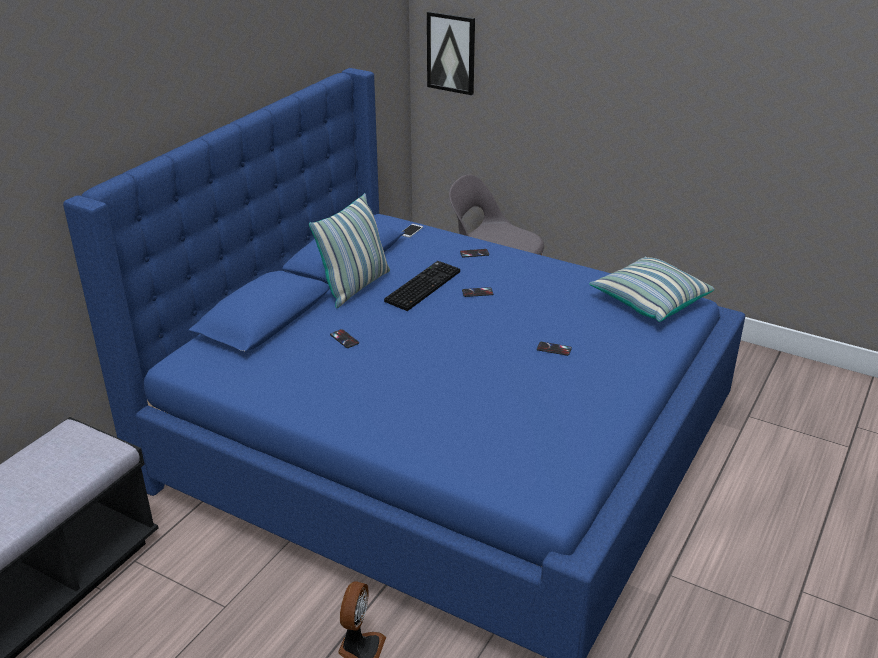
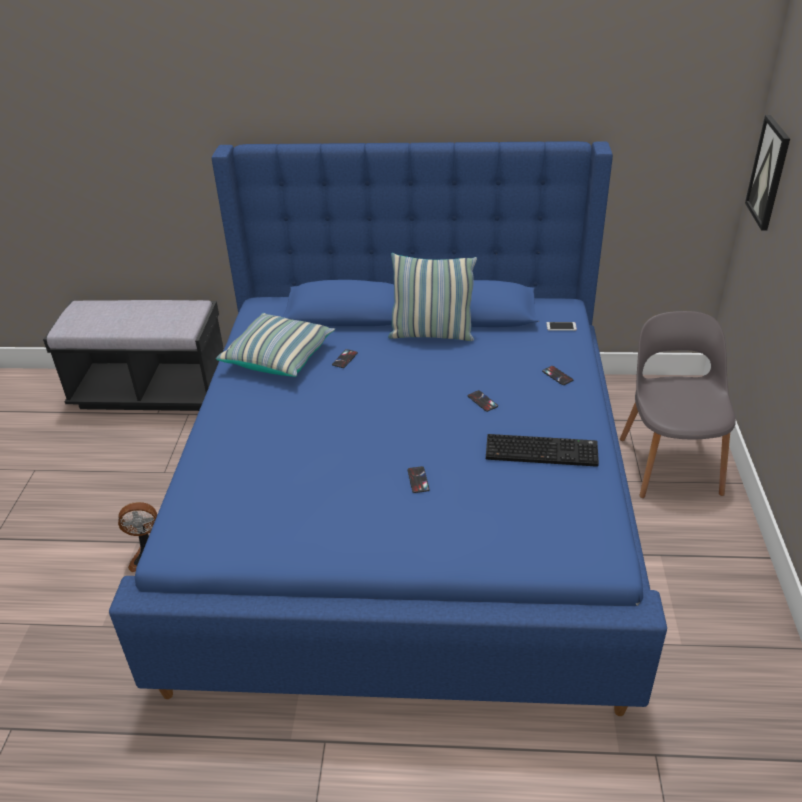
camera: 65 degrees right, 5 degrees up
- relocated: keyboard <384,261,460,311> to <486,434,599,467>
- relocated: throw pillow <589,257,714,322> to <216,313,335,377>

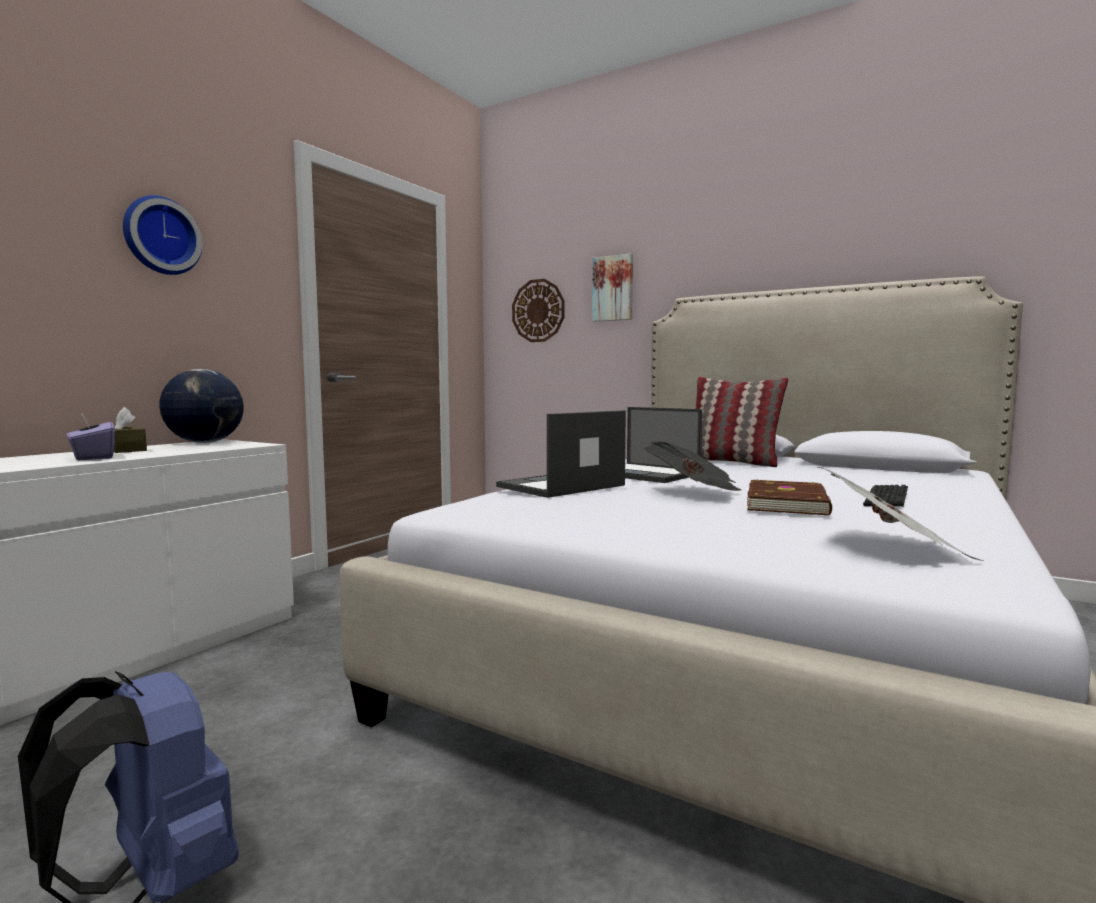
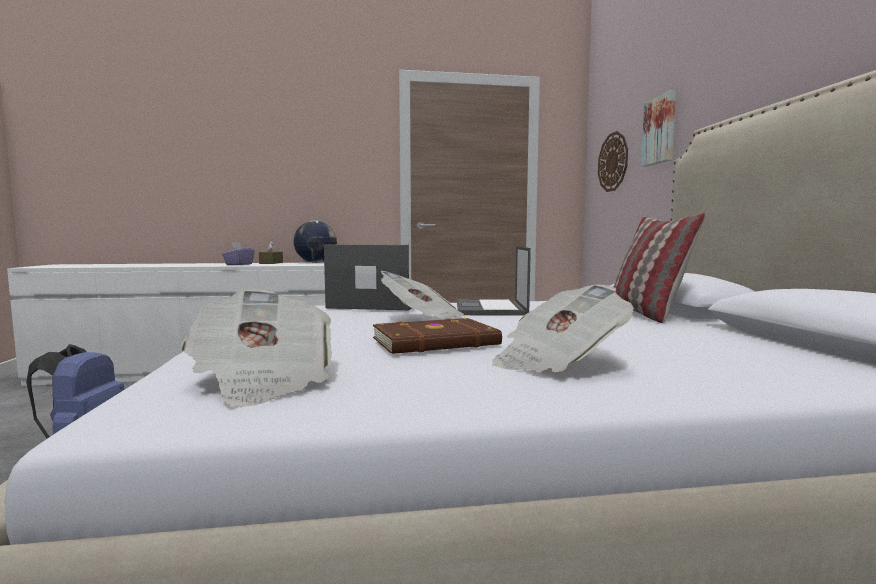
camera: 50 degrees right, 0 degrees up
- missing: clock on the wall <123,195,202,275>
- exchanged: keyboard <863,485,908,507> to daily paper <492,284,633,372>

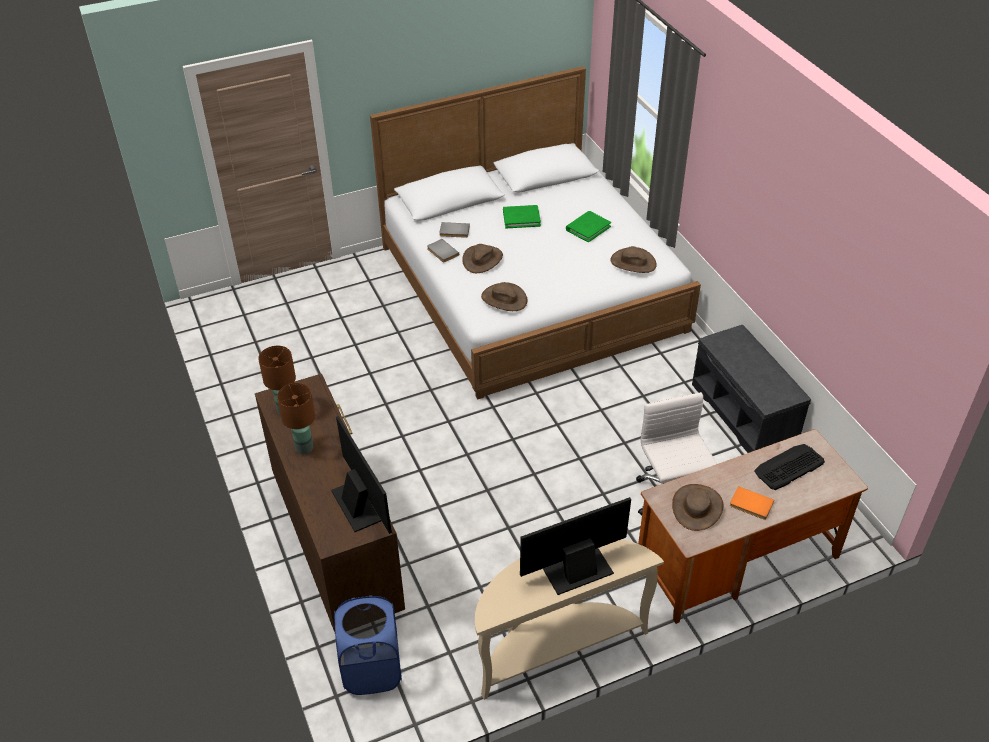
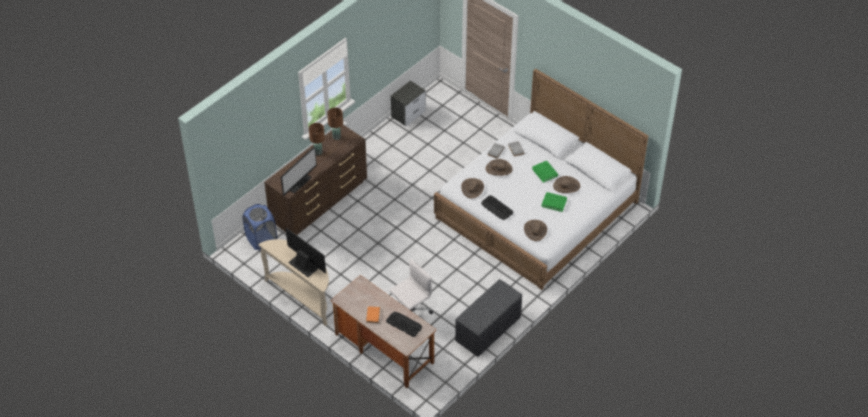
camera: 65 degrees right, 5 degrees up
- appeared: night table <391,81,426,126>
- appeared: keyboard <481,195,513,220>
- relocated: brown-coloured wearable hat <672,484,724,531> to <553,176,580,193>

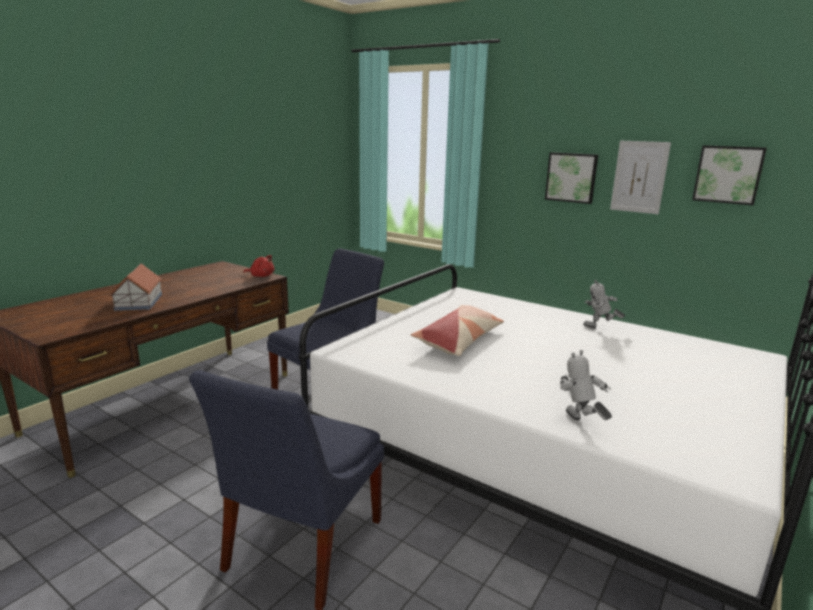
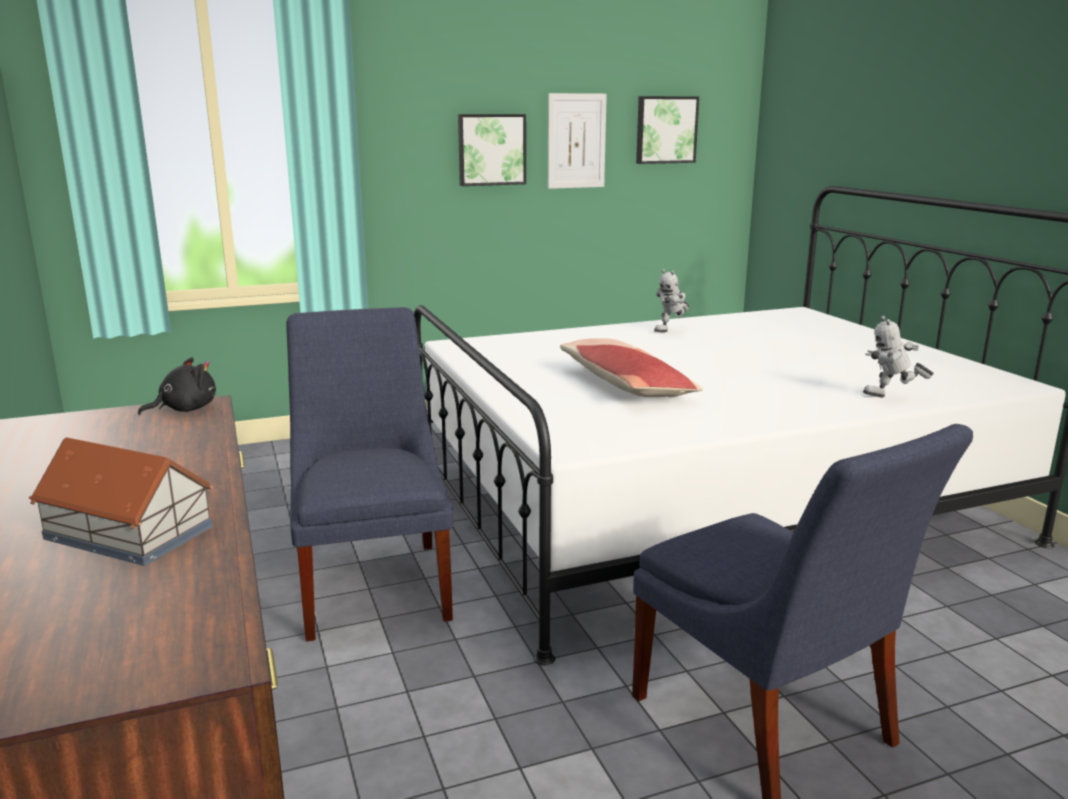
camera: 55 degrees left, 0 degrees up
- colour: reddish cuddly toy <244,255,275,277> to black-coloured cuddly toy <138,357,216,415>

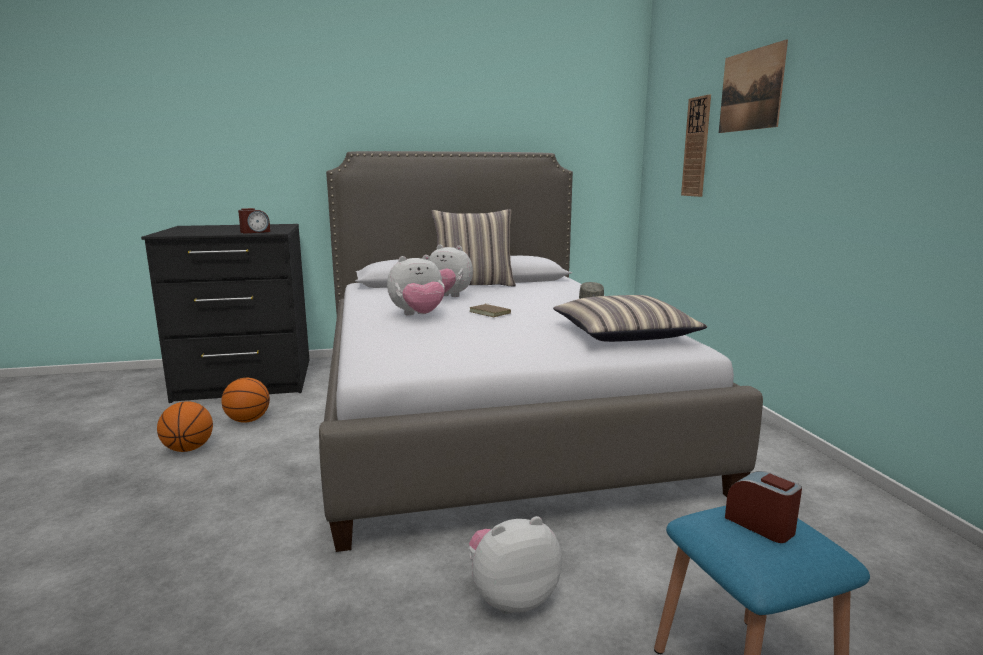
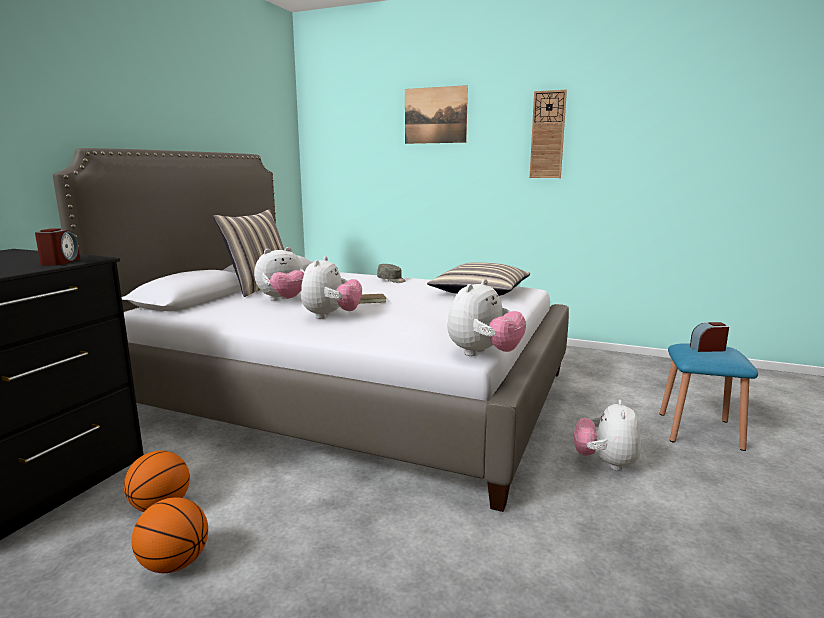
camera: 55 degrees left, 0 degrees up
- appeared: cuddly toy <448,279,526,356>
- relocated: clock on the wall <681,94,711,197> to <530,90,567,178>

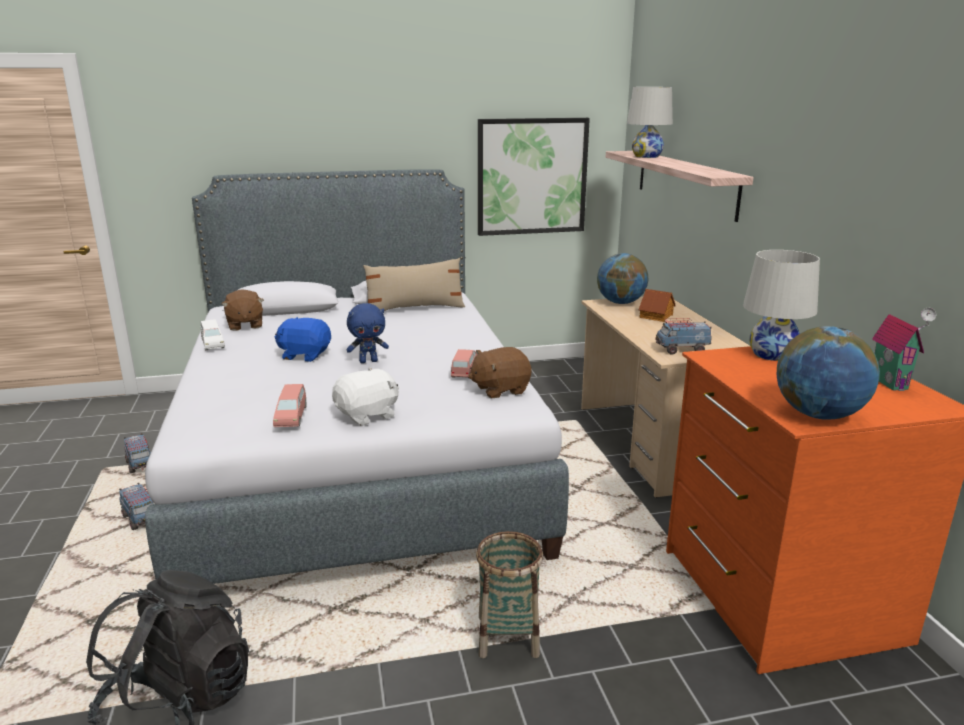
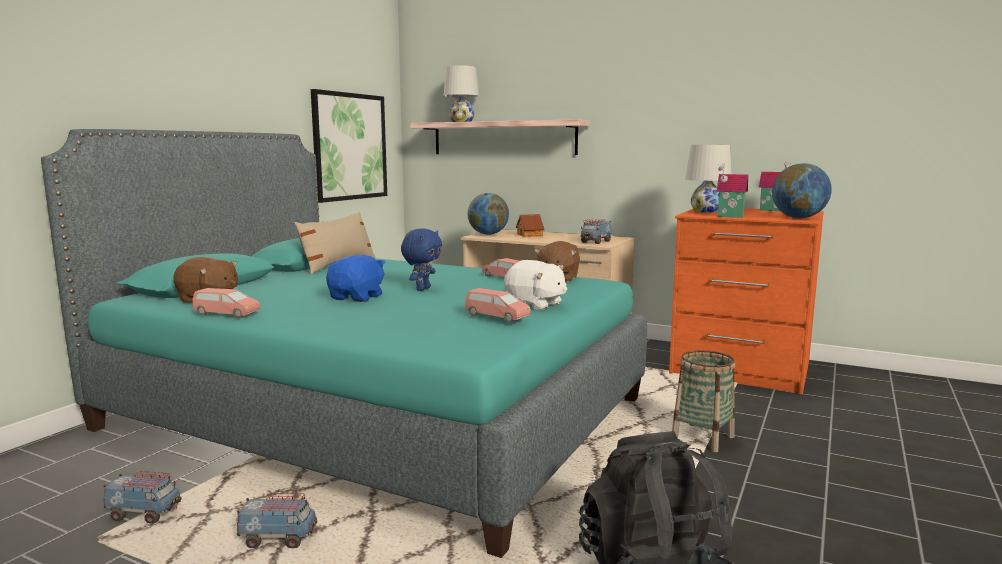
camera: 50 degrees left, 10 degrees down
- appeared: model house <717,163,748,218>
- colour: greyish bedroom bed <145,169,569,584> to turquoise bedroom bed <41,129,647,558>
- colour: whitish toy car <201,319,225,350> to pinkish toy car <193,288,261,318>
- spun: blue-coloured cuddly toy <275,317,331,362> = <326,255,386,302> 150 degrees clockwise
- spun: whitish cuddly toy <332,367,399,426> = <504,260,567,310> 120 degrees clockwise

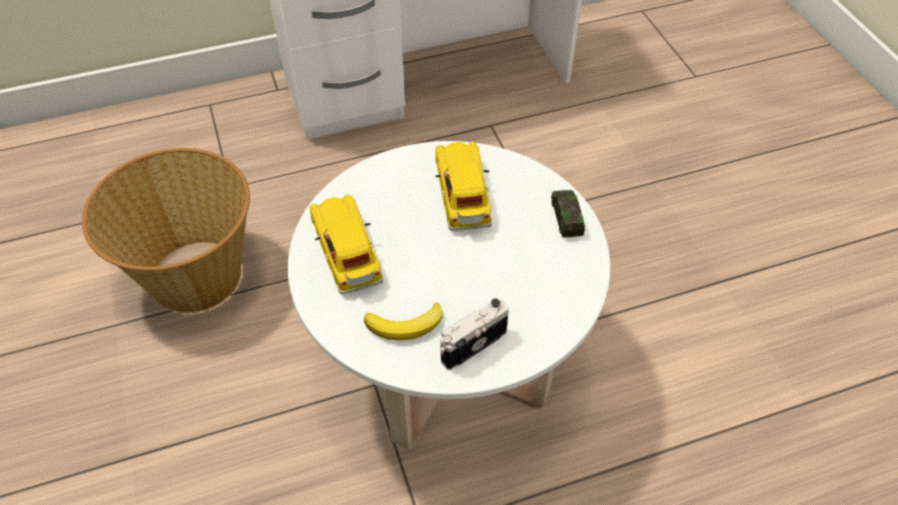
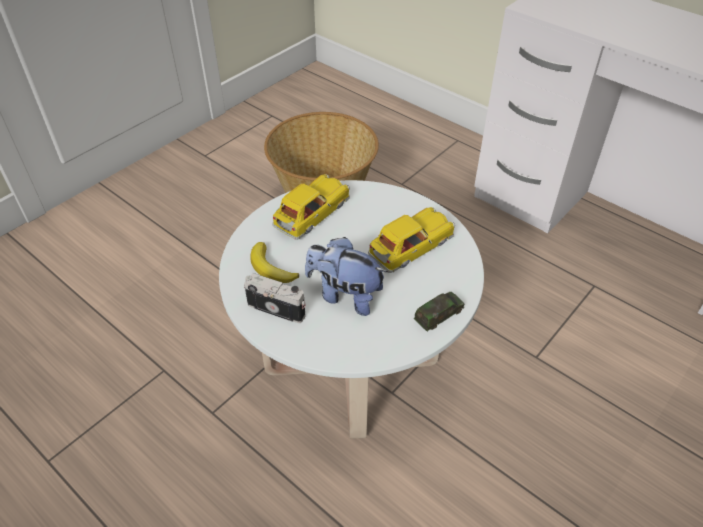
camera: 60 degrees right, 5 degrees down
- appeared: cuddly toy <305,237,387,316>

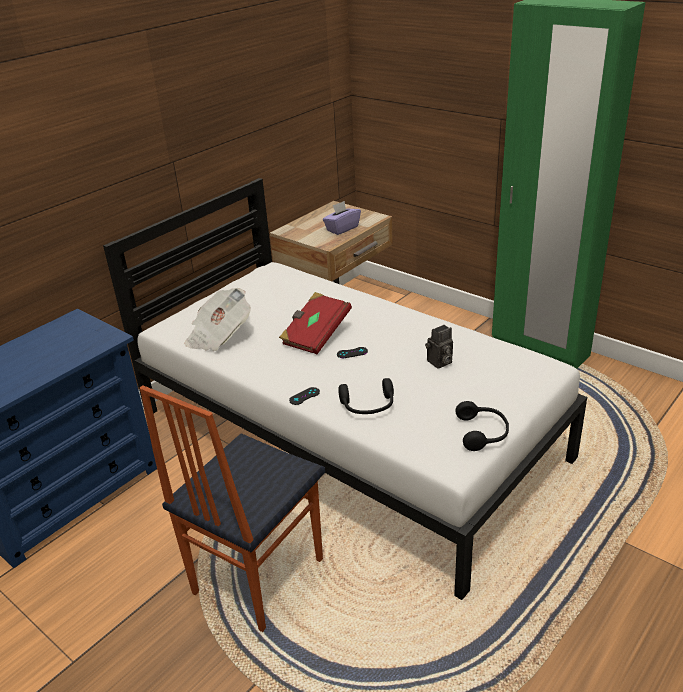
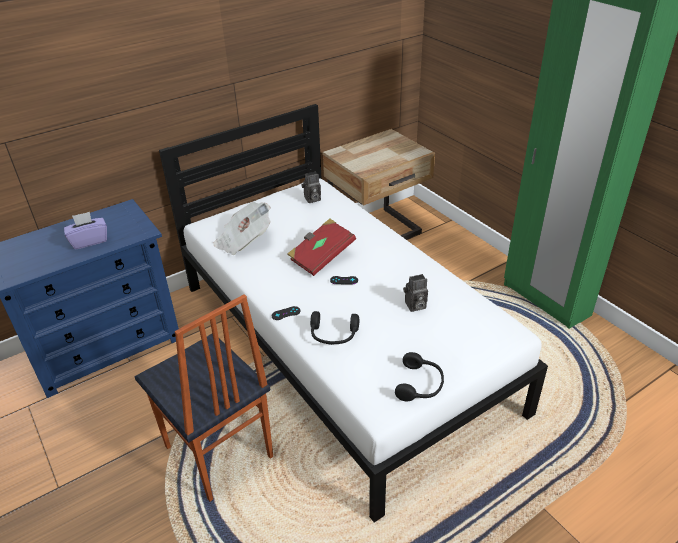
camera: 15 degrees right, 5 degrees up
- appeared: still camera <301,172,321,203>
- relocated: purple-coloured tissue box <323,201,361,235> to <64,212,107,250>
- spun: chair <140,385,325,632> = <135,294,273,501> 90 degrees counterclockwise

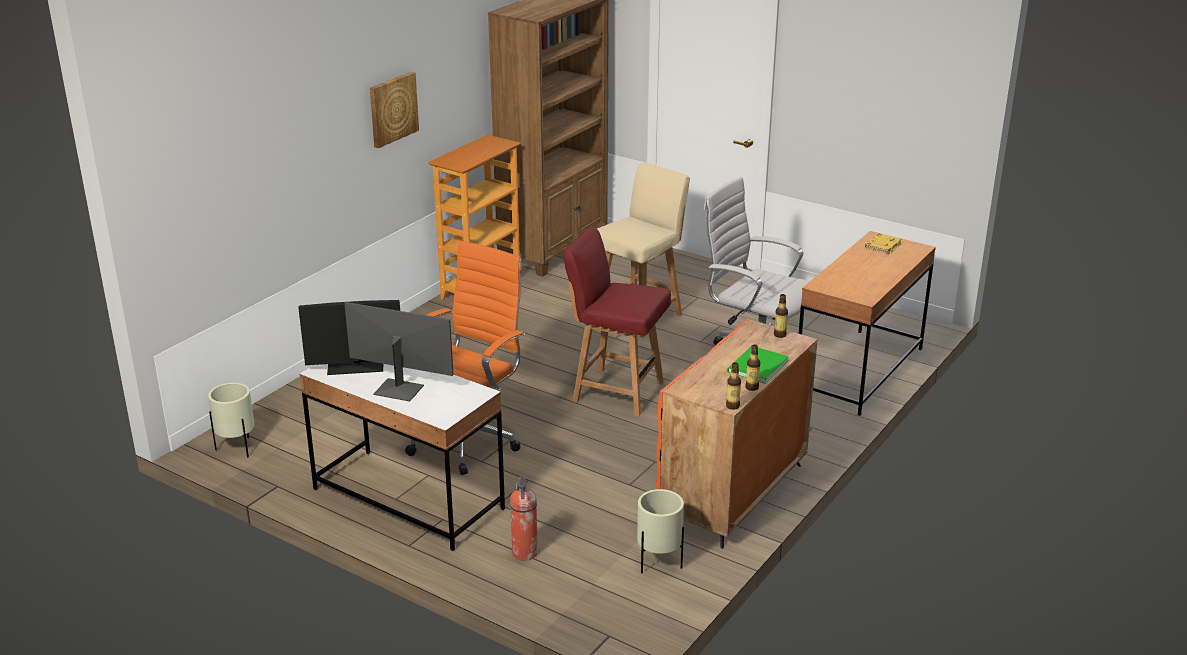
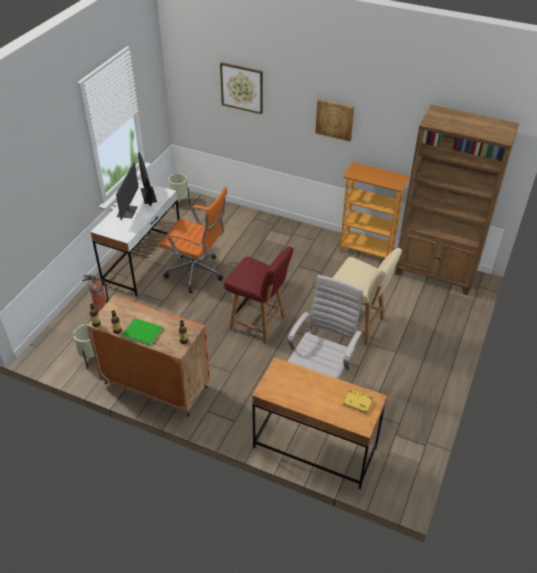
camera: 80 degrees right, 15 degrees up
- appeared: wall art <220,62,263,114>
- spun: reddish chair <563,226,671,416> = <224,246,293,345> 105 degrees clockwise

